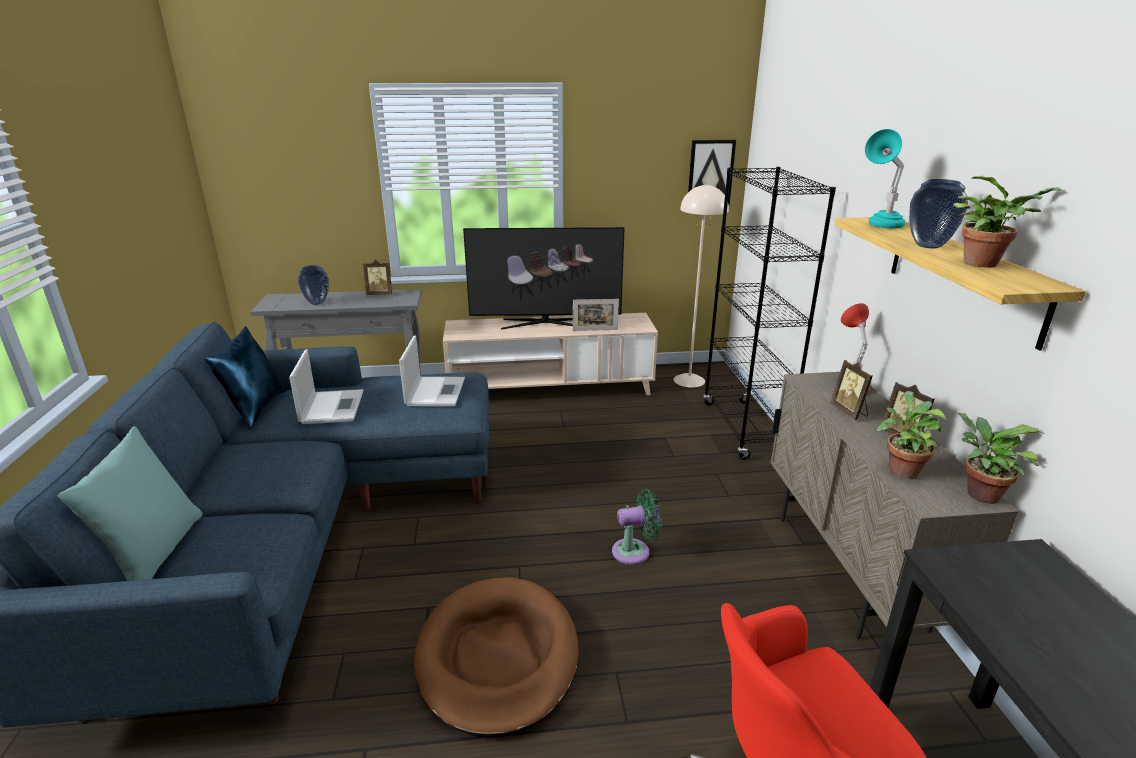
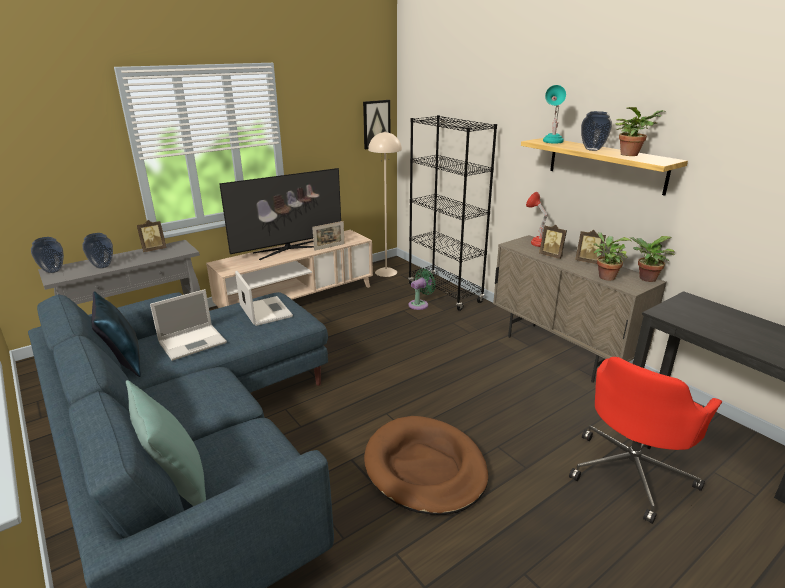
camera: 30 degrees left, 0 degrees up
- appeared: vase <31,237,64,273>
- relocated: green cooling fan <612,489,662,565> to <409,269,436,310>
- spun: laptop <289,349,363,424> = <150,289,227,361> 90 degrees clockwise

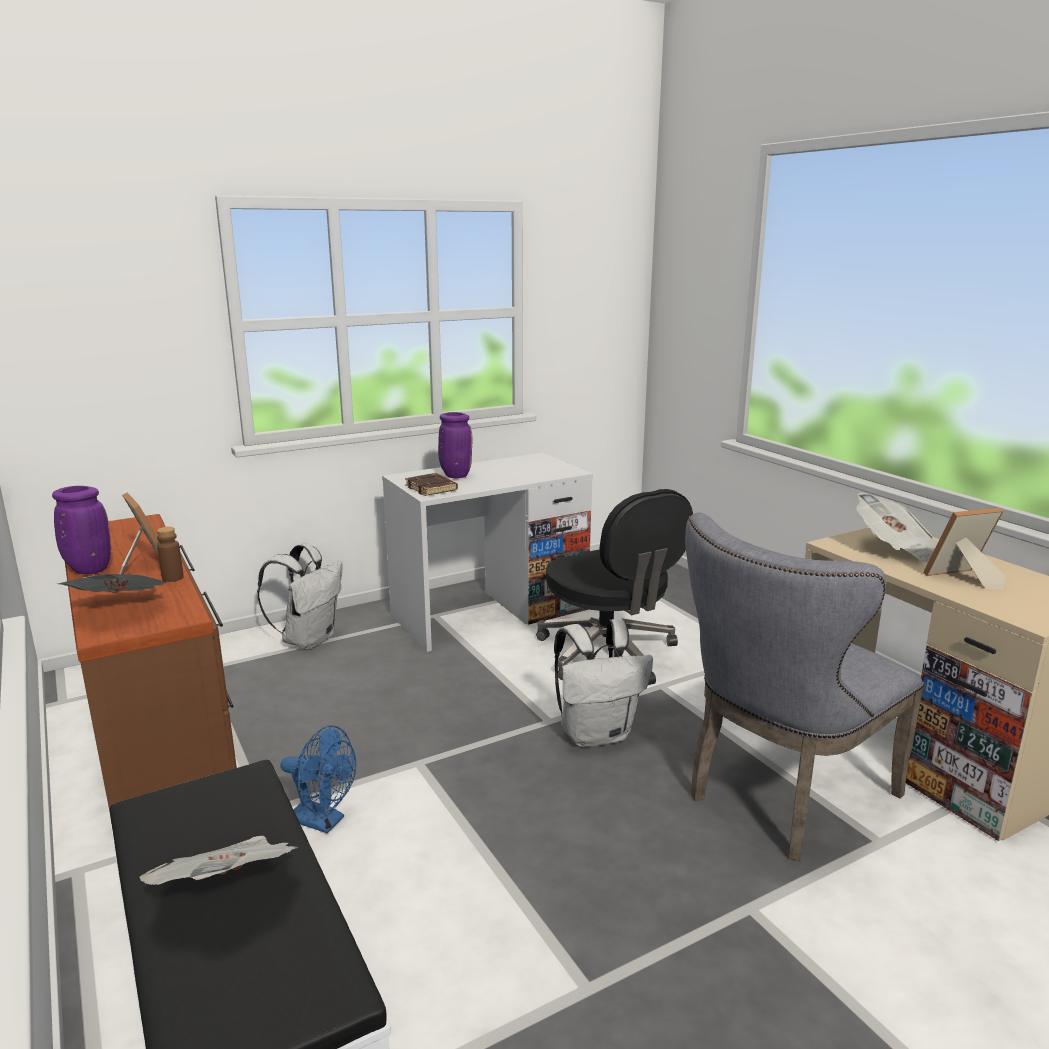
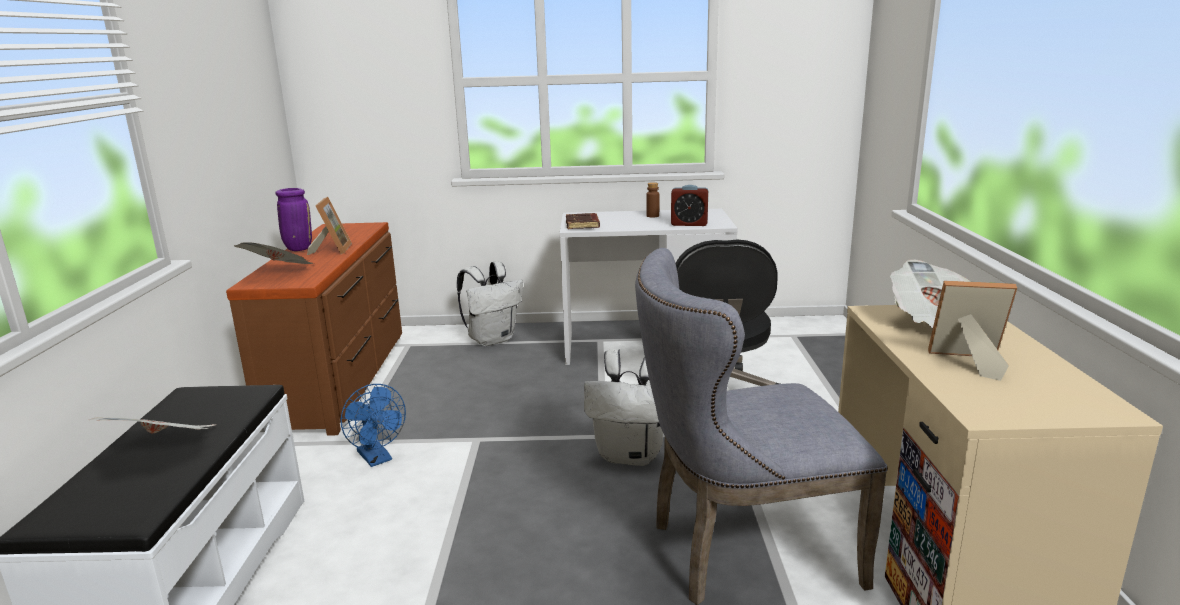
camera: 30 degrees right, 0 degrees up
- missing: purple-coloured vase <438,412,472,478>
- appeared: table clock <671,185,708,226>
- relocated: brown-coloured bottle <157,527,184,582> to <646,182,659,218>

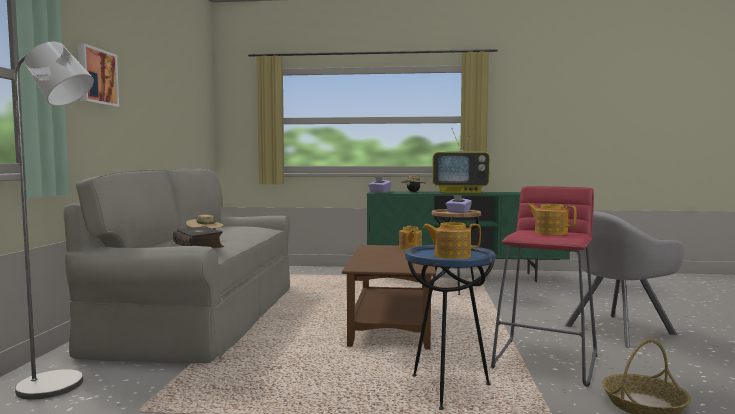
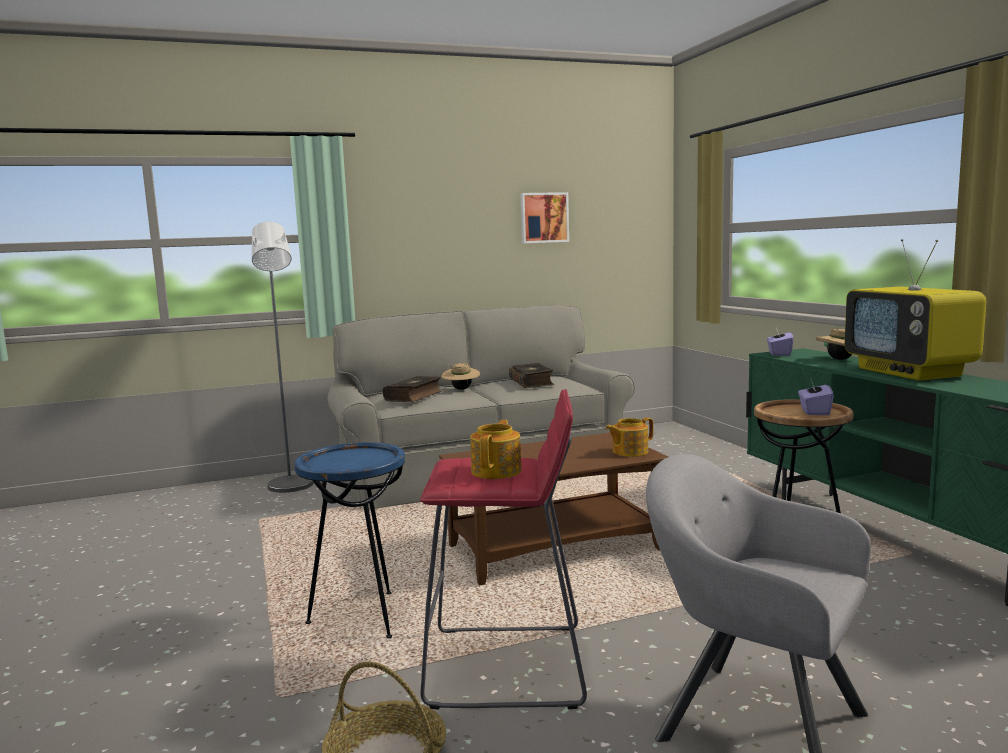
camera: 65 degrees right, 5 degrees up
- missing: pot for tea <423,222,481,259>
- appeared: book <509,363,555,388>
- relocated: wall art <77,43,119,107> to <520,192,569,244>

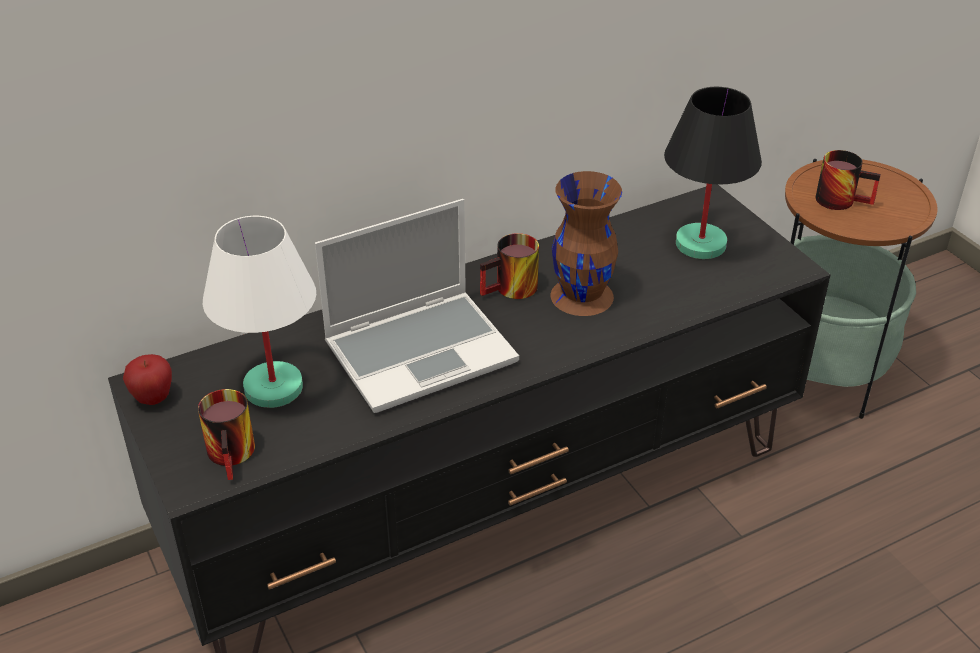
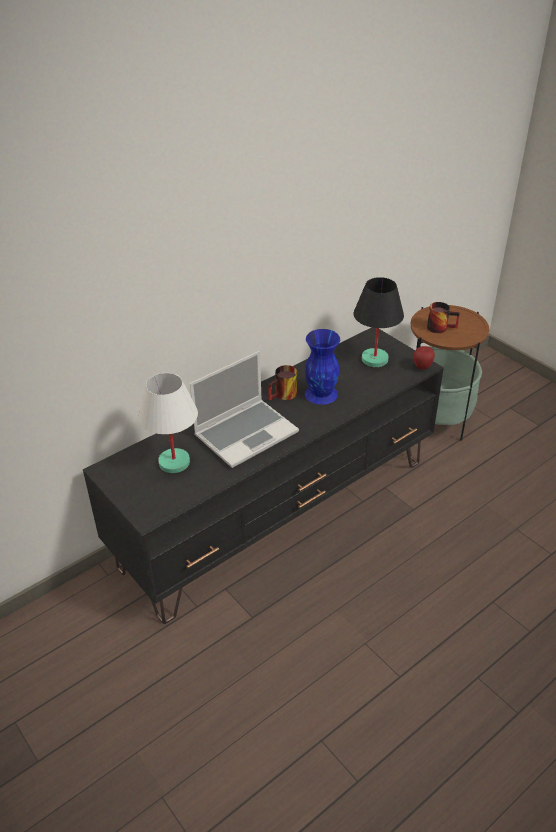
camera: 10 degrees left, 0 degrees up
- missing: coffee mug <198,389,255,480>
- relocated: whole apple <123,354,172,405> to <414,346,435,370>
- colour: brown-coloured vase <551,171,622,316> to blue-coloured vase <305,329,340,405>

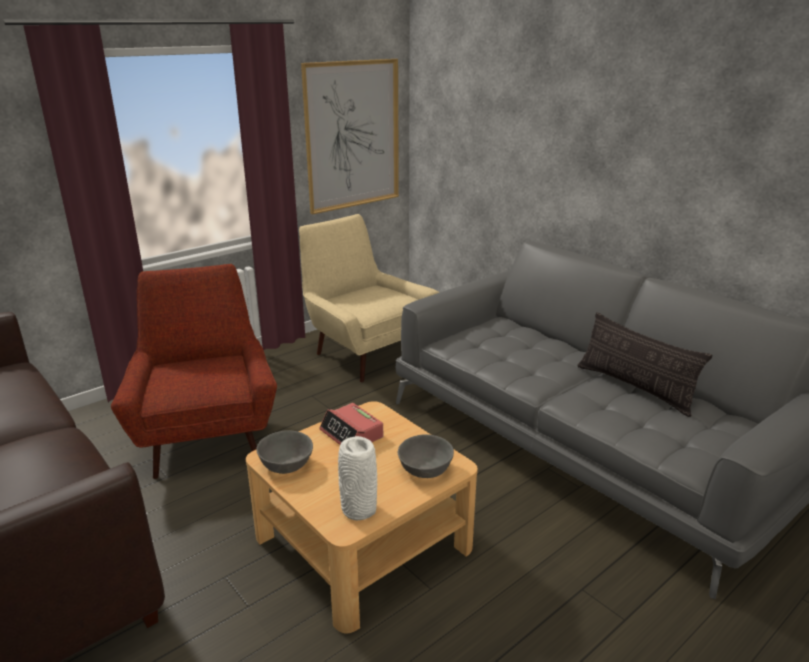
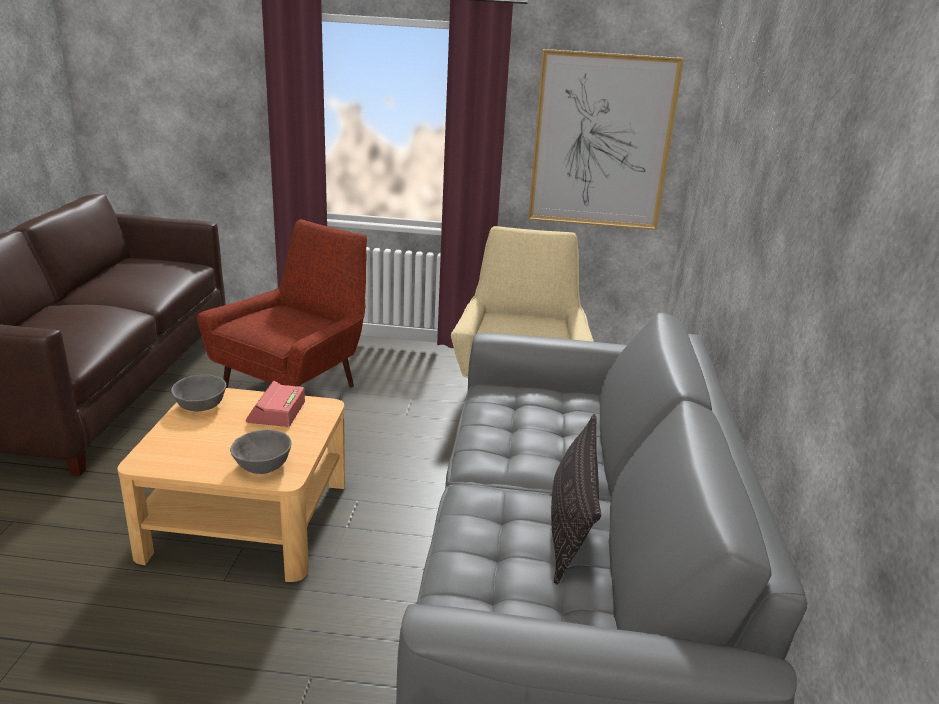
camera: 45 degrees right, 0 degrees up
- missing: whitish vase <338,436,377,521>

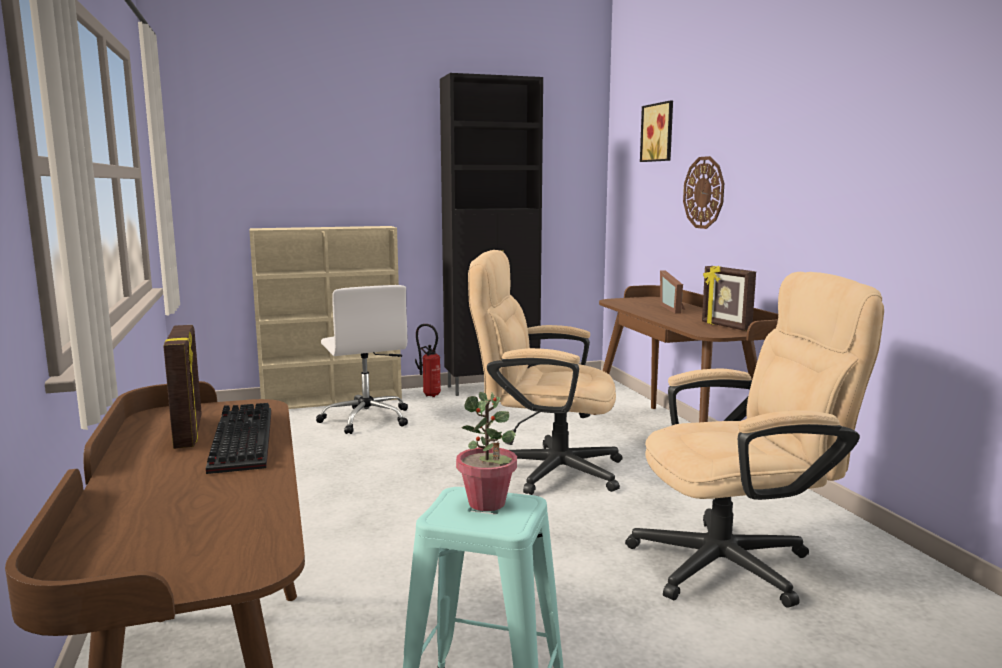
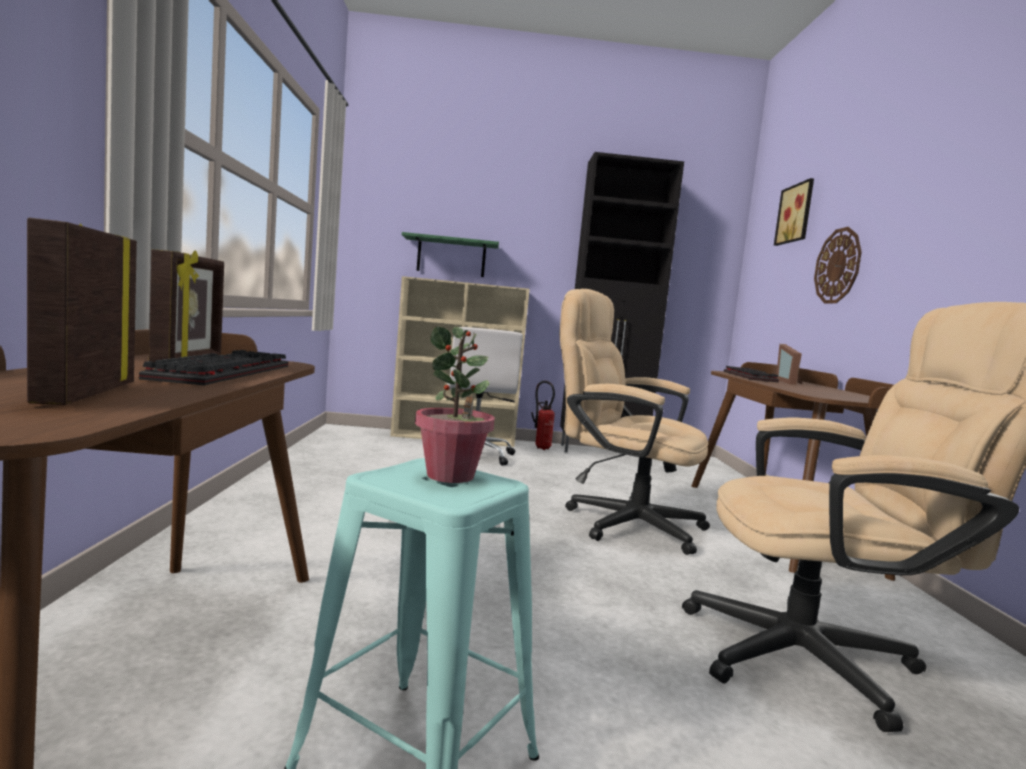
camera: 15 degrees right, 5 degrees down
- appeared: green shelf <402,232,499,277>
- appeared: keyboard <724,366,779,382>
- relocated: picture frame <702,266,756,331> to <27,218,137,405>

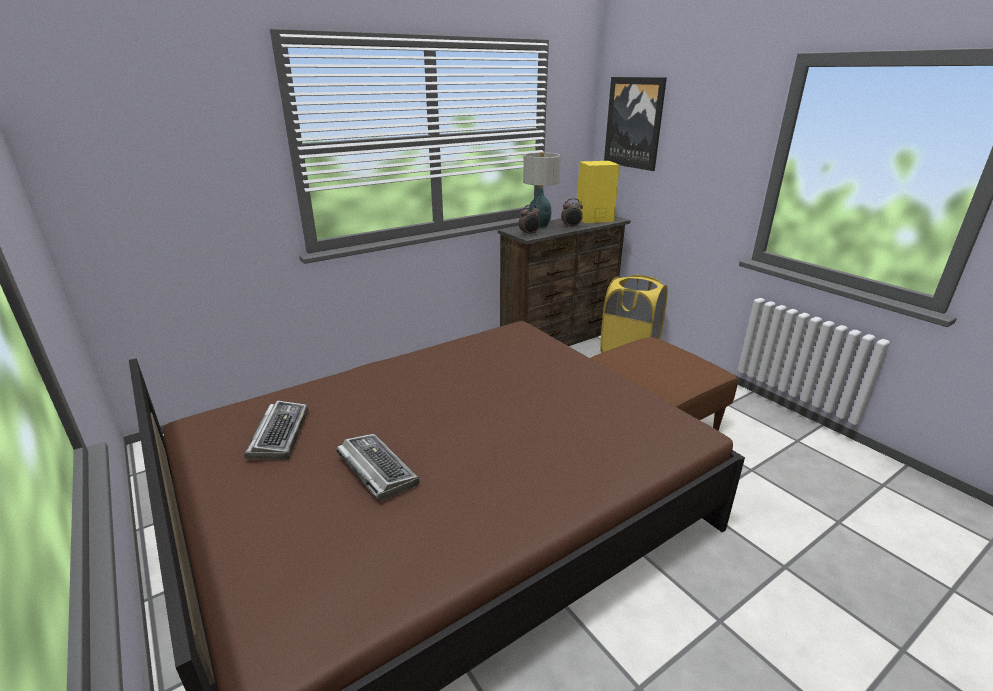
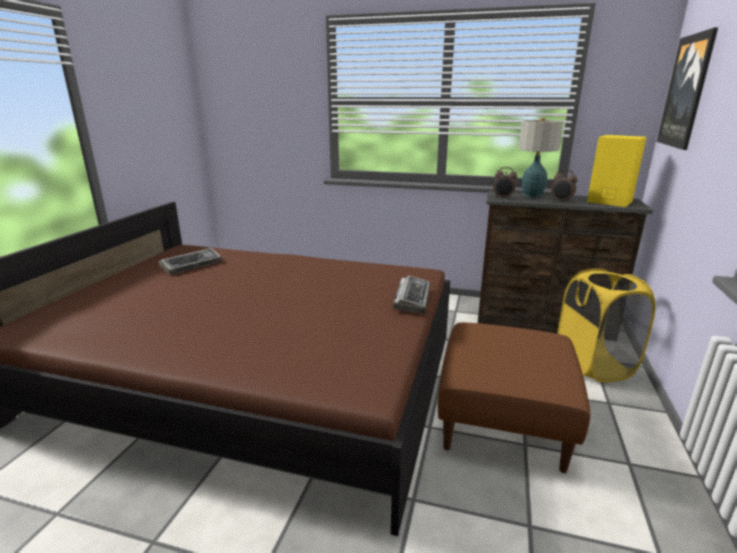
camera: 50 degrees right, 5 degrees down
- relocated: keyboard <337,434,419,501> to <393,275,430,314>

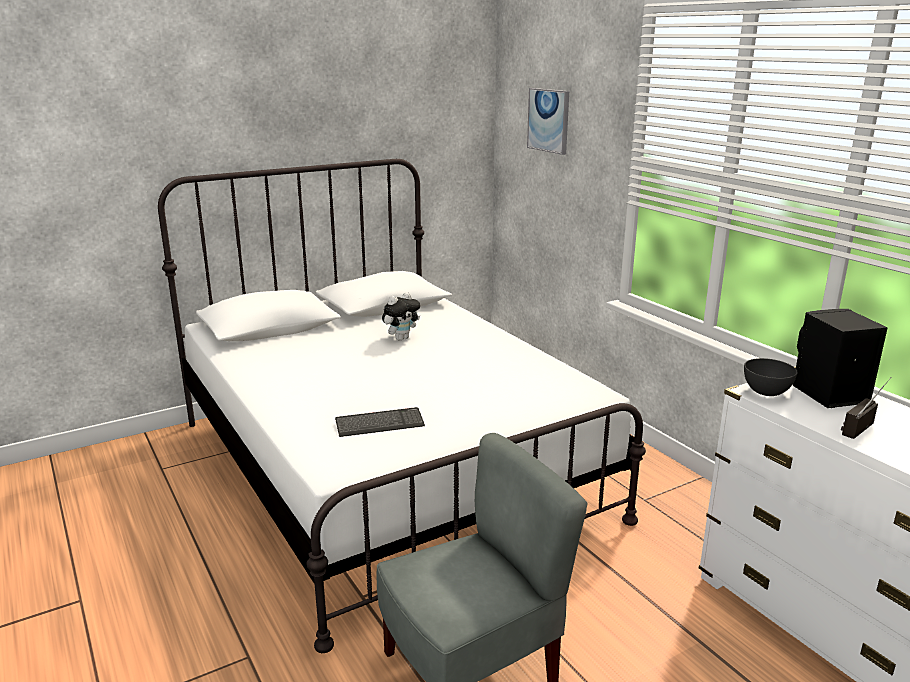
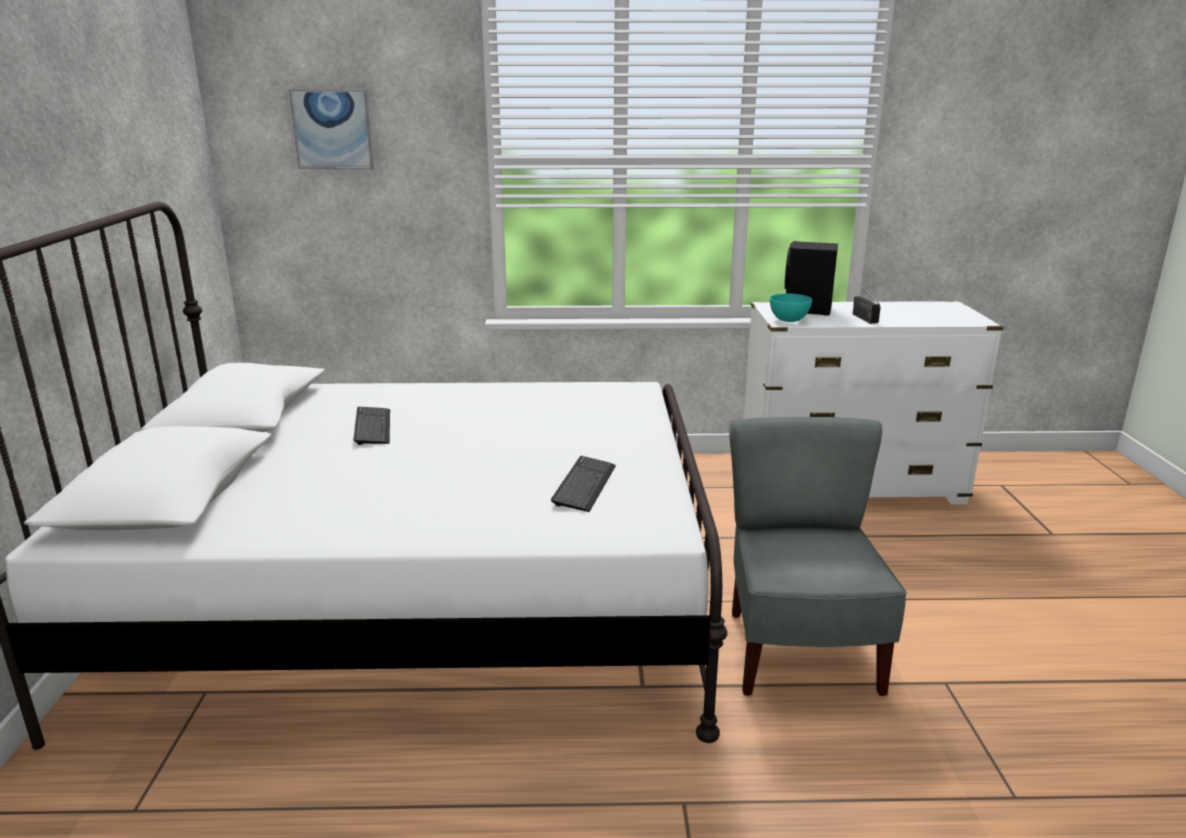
camera: 60 degrees left, 0 degrees up
- exchanged: cuddly toy <382,292,420,341> to keyboard <353,407,390,445>
- colour: greyish deep dish <744,358,798,396> to turquoise deep dish <770,294,812,322>

